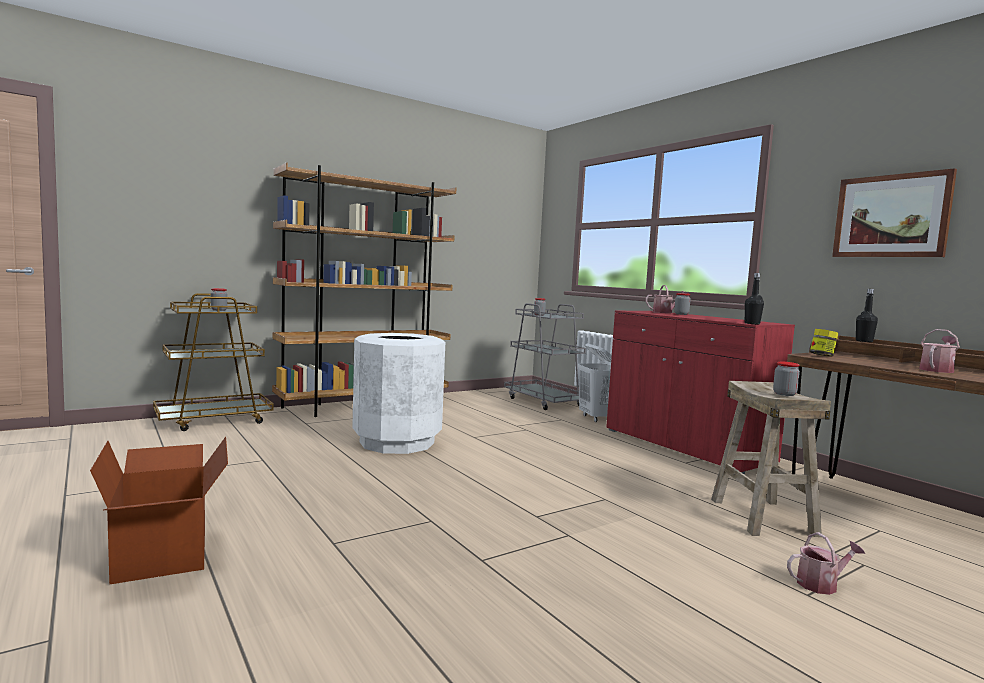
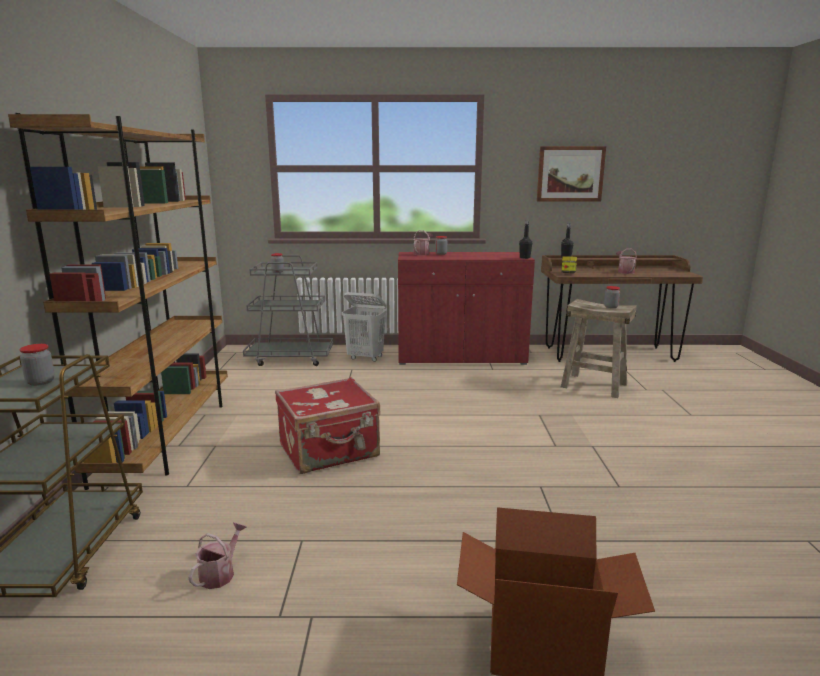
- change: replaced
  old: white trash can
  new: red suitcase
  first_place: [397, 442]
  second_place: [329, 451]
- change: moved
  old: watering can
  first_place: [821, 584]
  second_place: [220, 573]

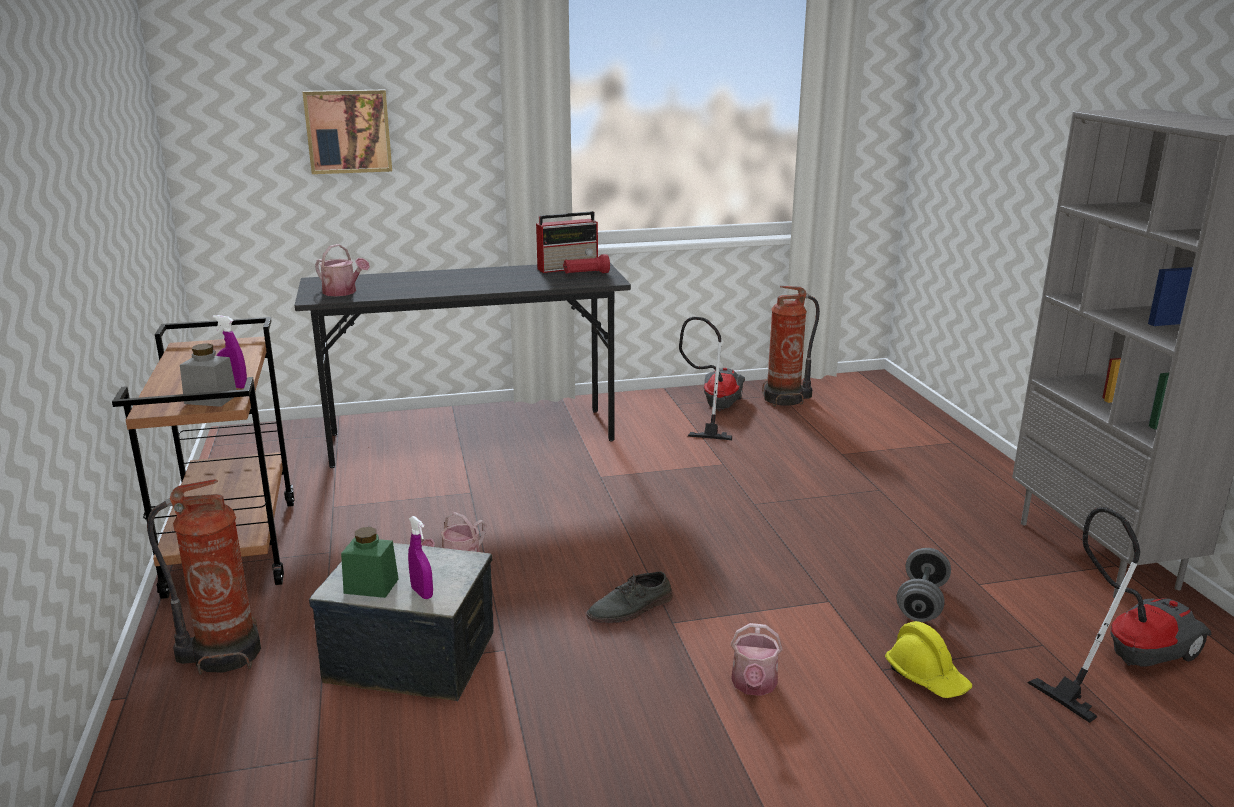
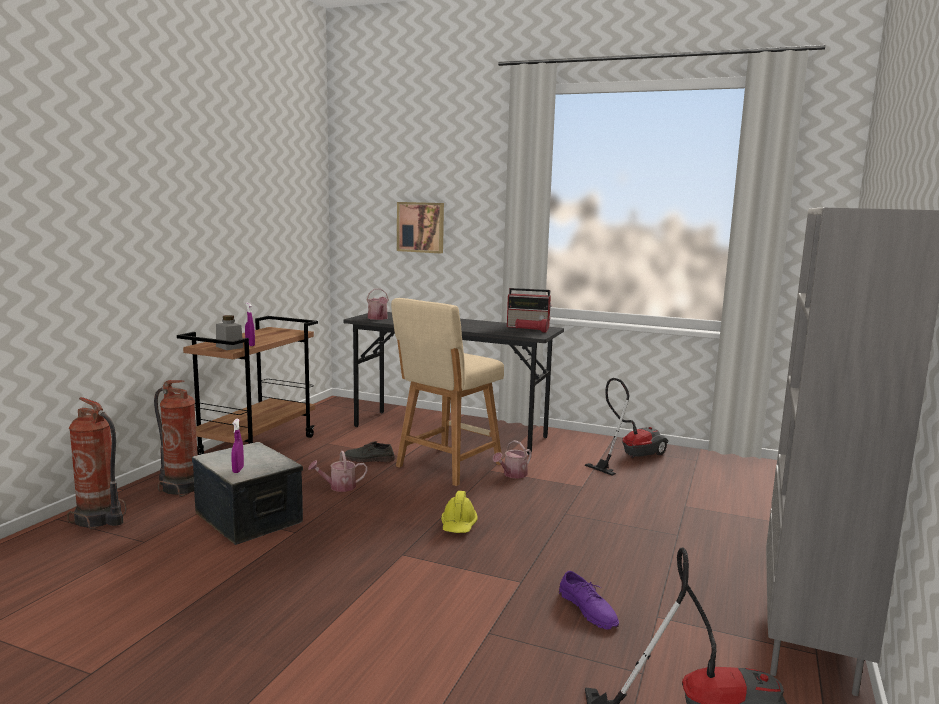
- change: removed
  old: green jar
  first_place: [371, 586]
- change: moved
  old: grey shoe
  first_place: [630, 609]
  second_place: [368, 459]
- change: moved
  old: watering can
  first_place: [754, 686]
  second_place: [512, 475]
- change: moved
  old: fire extinguisher
  first_place: [785, 399]
  second_place: [99, 520]
- change: moved
  old: yellow hard hat
  first_place: [927, 677]
  second_place: [458, 525]
- change: replaced
  old: grey dumbbell
  new: purple shoe
  first_place: [921, 602]
  second_place: [588, 609]
- change: added
  new: beige stool
  second_place: [446, 466]

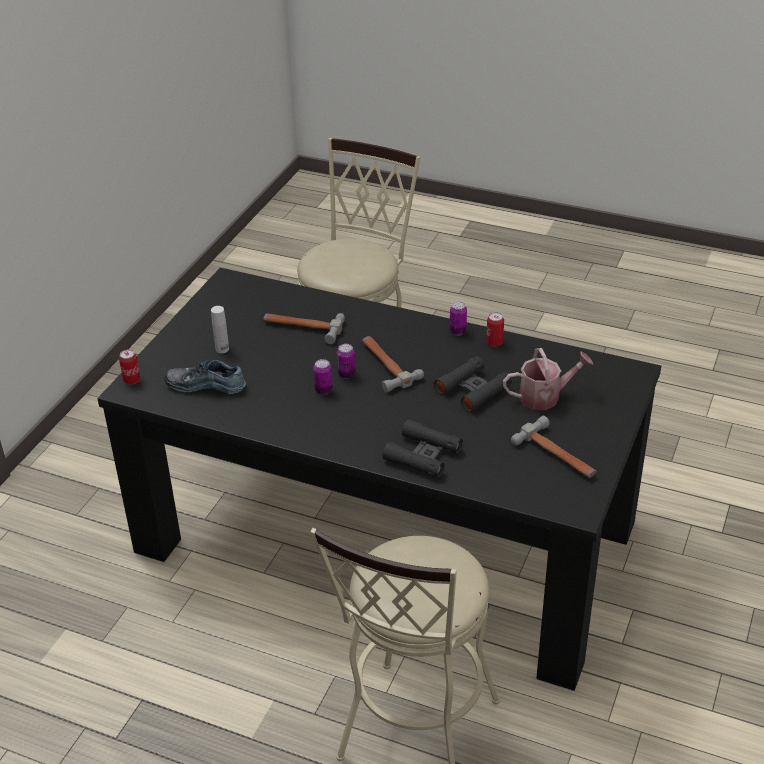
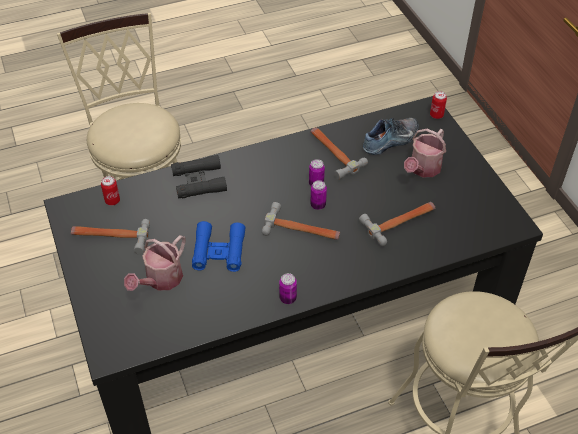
- change: replaced
  old: white bottle
  new: watering can
  first_place: [222, 349]
  second_place: [423, 169]
- change: recoloured
  old: black binoculars
  new: blue binoculars
  first_place: [472, 389]
  second_place: [219, 251]
- change: moved
  old: can
  first_place: [494, 342]
  second_place: [112, 201]
- change: added
  new: hammer
  second_place: [333, 153]

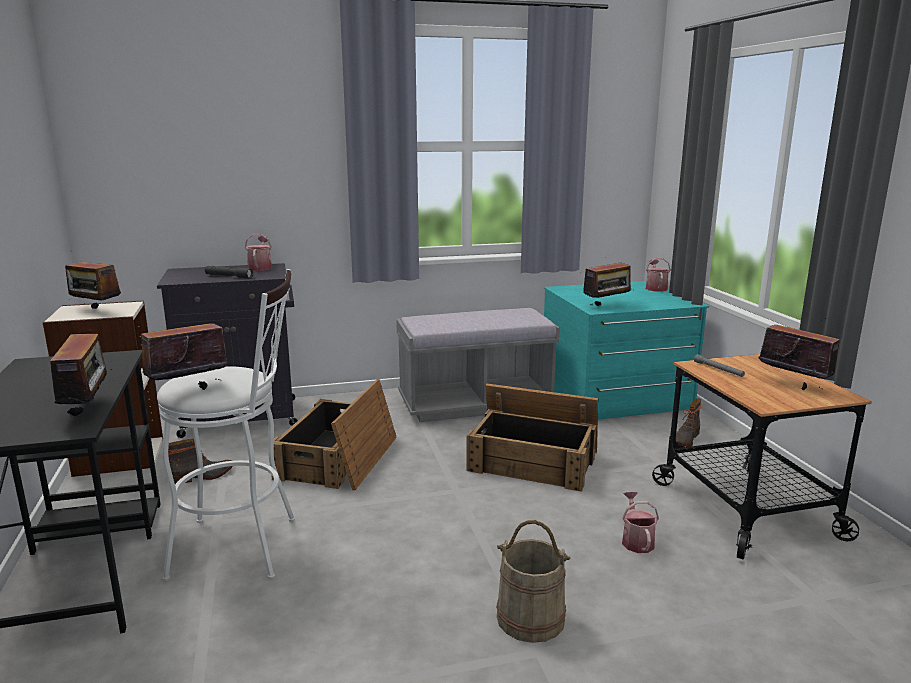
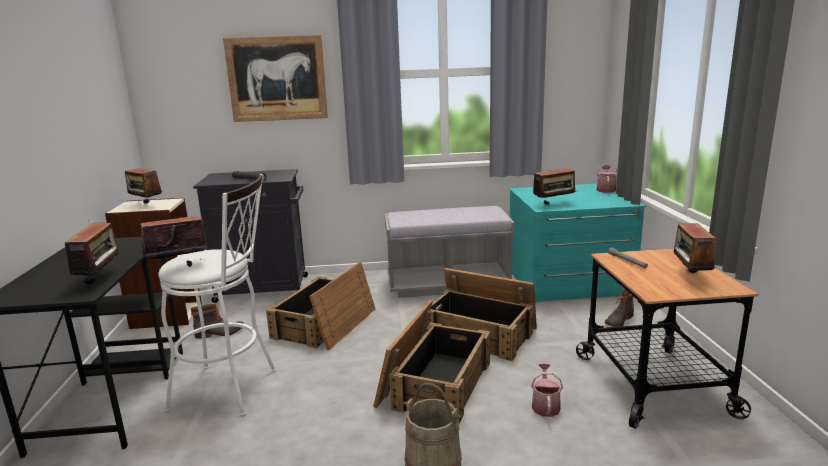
- change: removed
  old: watering can
  first_place: [260, 267]
- change: turned
  old: radio
  first_place: [793, 385]
  second_place: [689, 277]
  degrees: -135
- change: added
  new: picture
  second_place: [277, 79]
- change: added
  new: crate
  second_place: [434, 383]

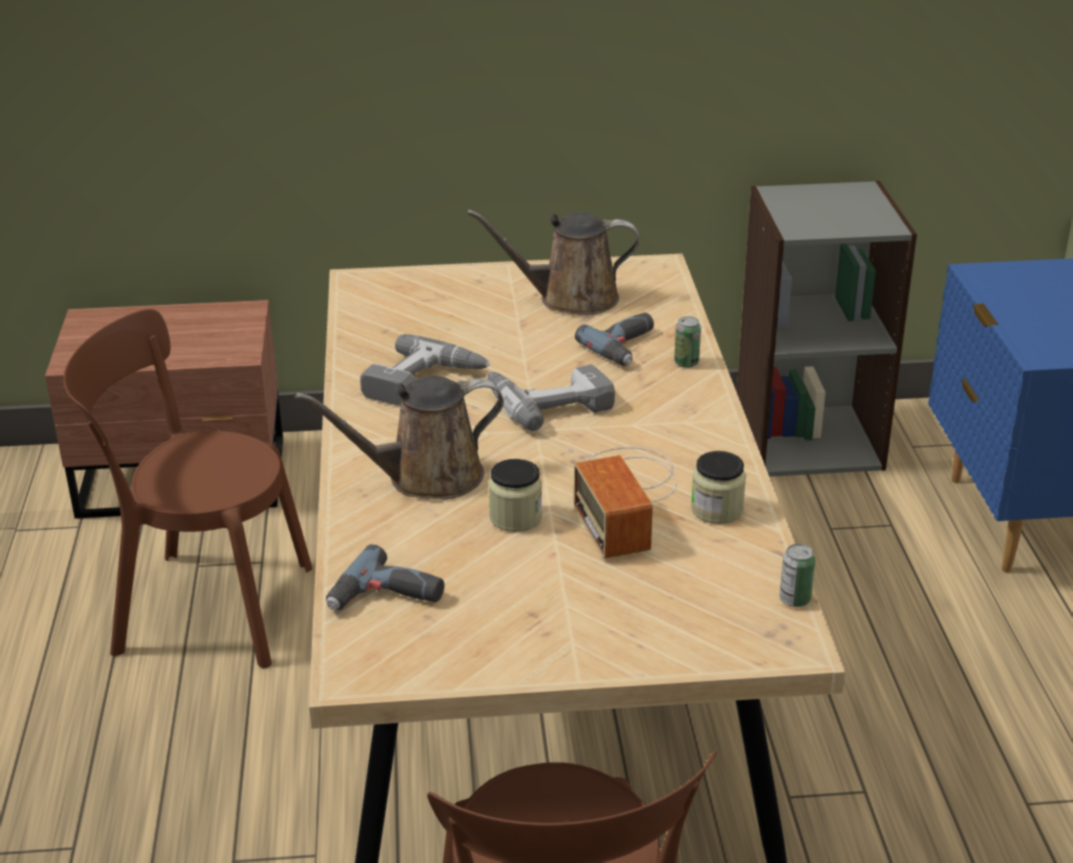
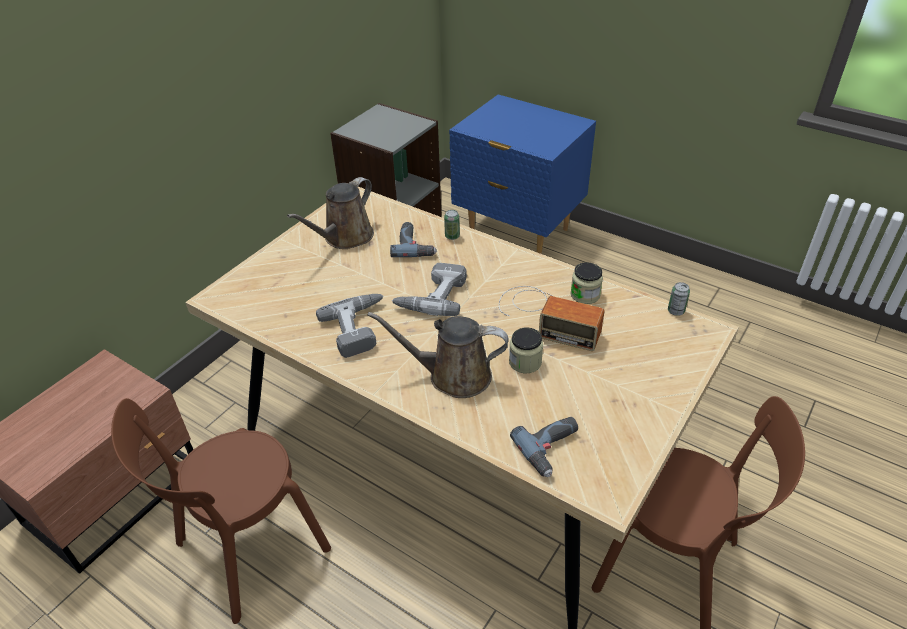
- change: turned
  old: brown watering can
  first_place: [425, 477]
  second_place: [453, 375]
  degrees: 75

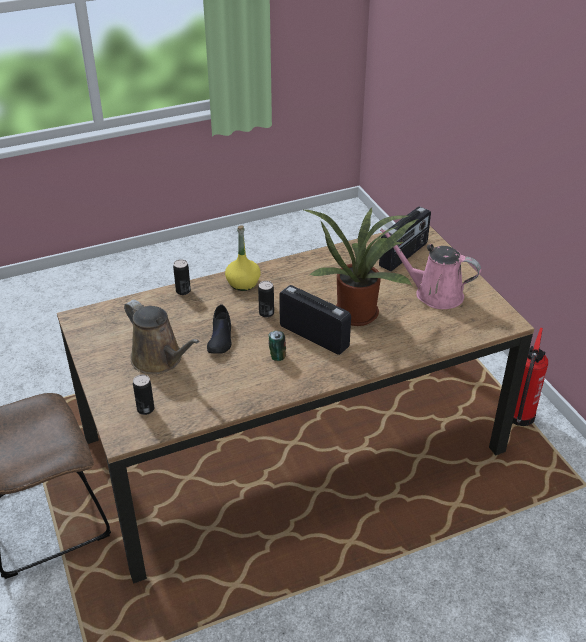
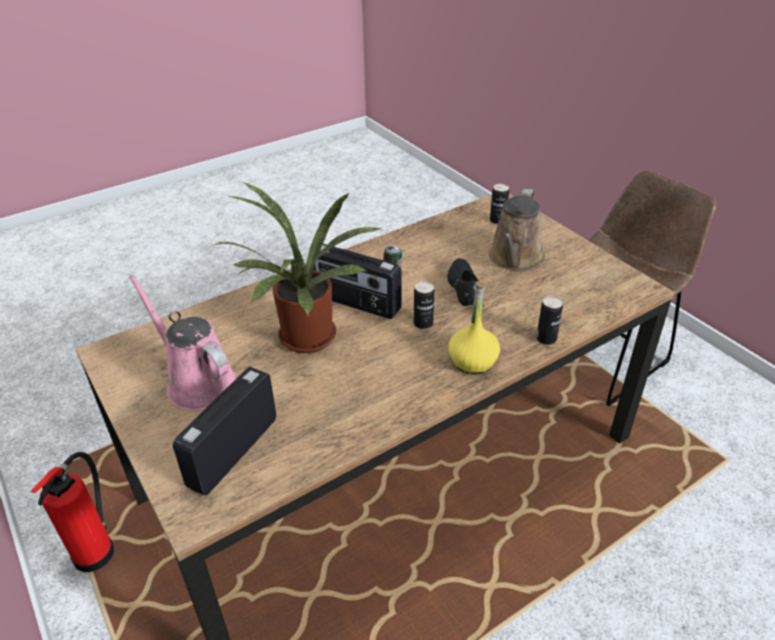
- change: turned
  old: brown watering can
  first_place: [160, 360]
  second_place: [515, 259]
  degrees: -105
- change: turned
  old: pink watering can
  first_place: [434, 293]
  second_place: [197, 382]
  degrees: -150

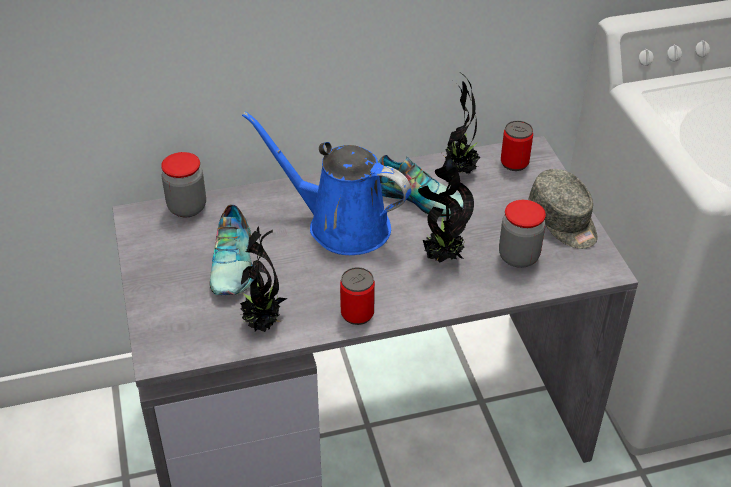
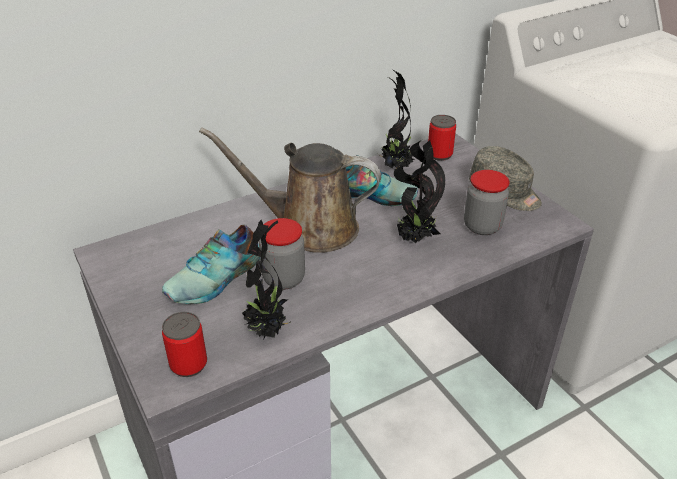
- change: moved
  old: jar
  first_place: [187, 207]
  second_place: [284, 279]
- change: turned
  old: shoe
  first_place: [234, 263]
  second_place: [217, 278]
  degrees: 60
- change: recoloured
  old: blue watering can
  new: brown watering can
  first_place: [341, 225]
  second_place: [309, 227]
- change: moved
  old: can
  first_place: [357, 314]
  second_place: [188, 364]

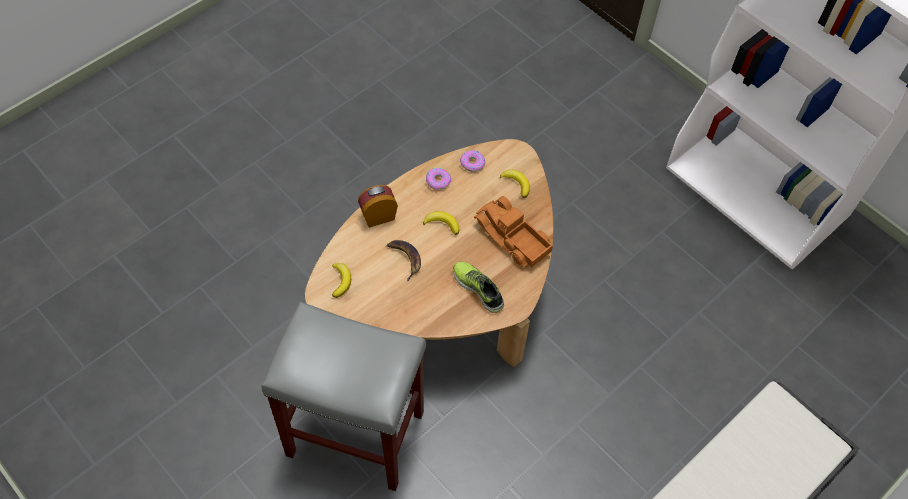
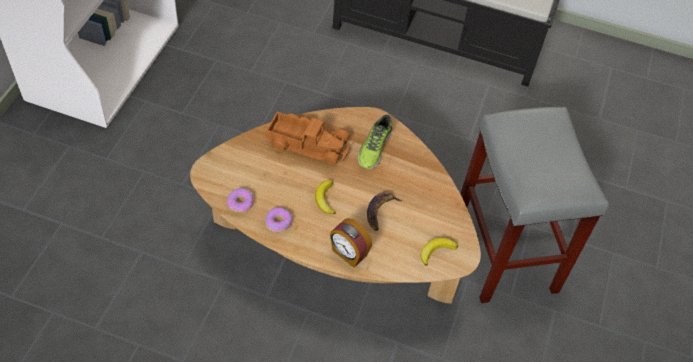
- change: turned
  old: toy truck
  first_place: [511, 237]
  second_place: [308, 143]
  degrees: -90
- change: removed
  old: banana
  first_place: [516, 183]

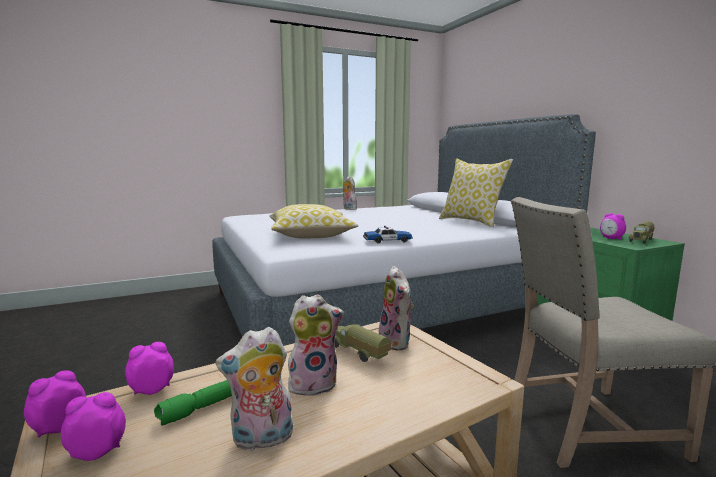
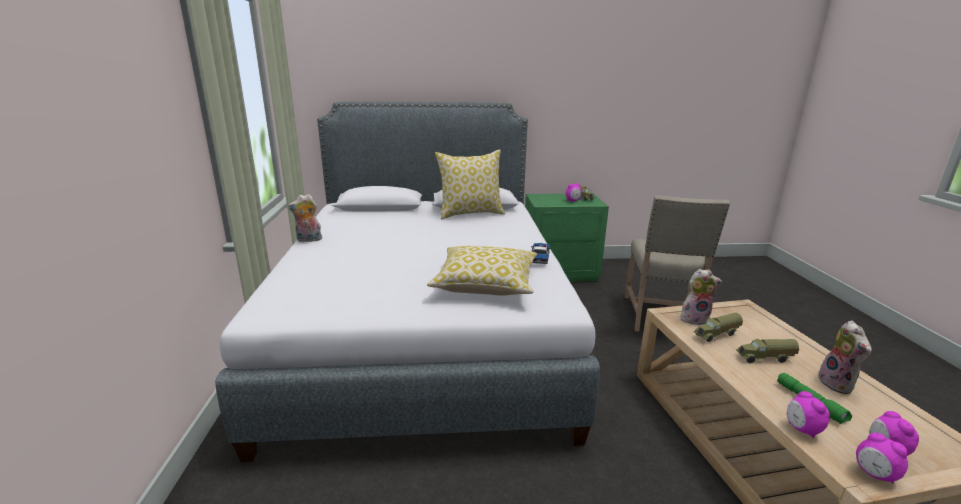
- change: replaced
  old: plush toy
  new: toy truck
  first_place: [314, 384]
  second_place: [765, 359]

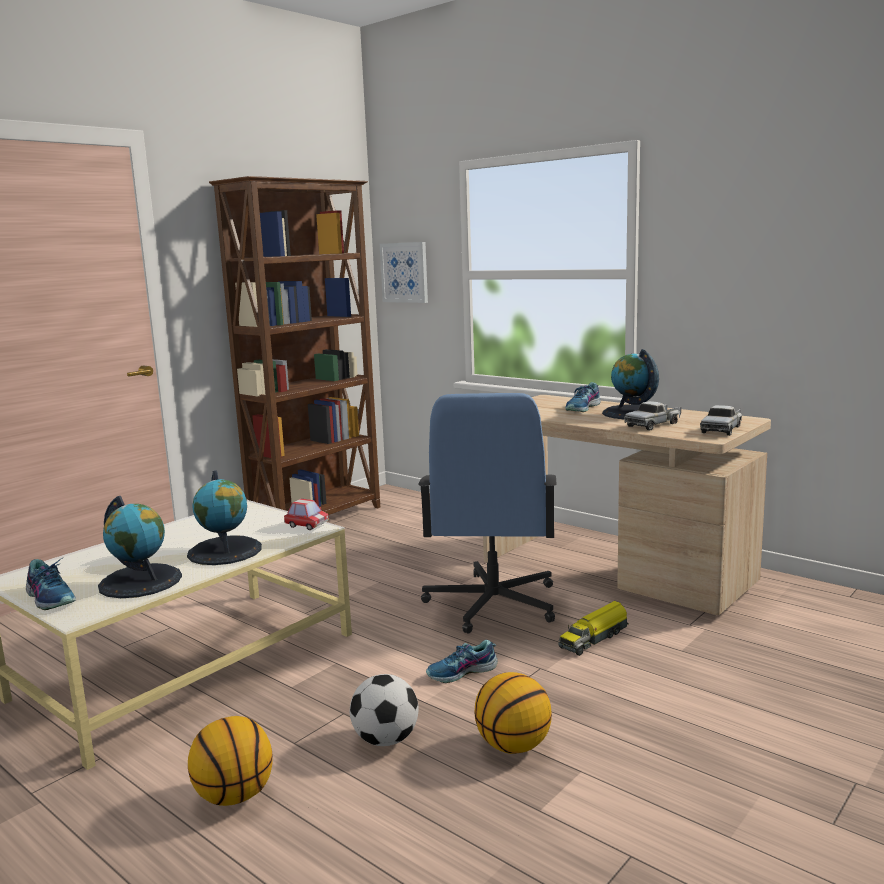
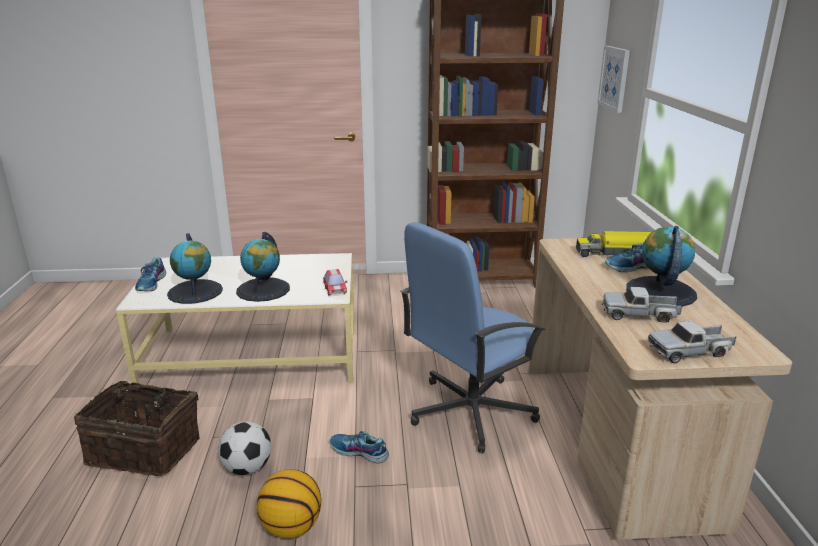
- change: replaced
  old: basketball
  new: basket
  first_place: [235, 795]
  second_place: [146, 449]
- change: moved
  old: toy truck
  first_place: [594, 638]
  second_place: [614, 254]

